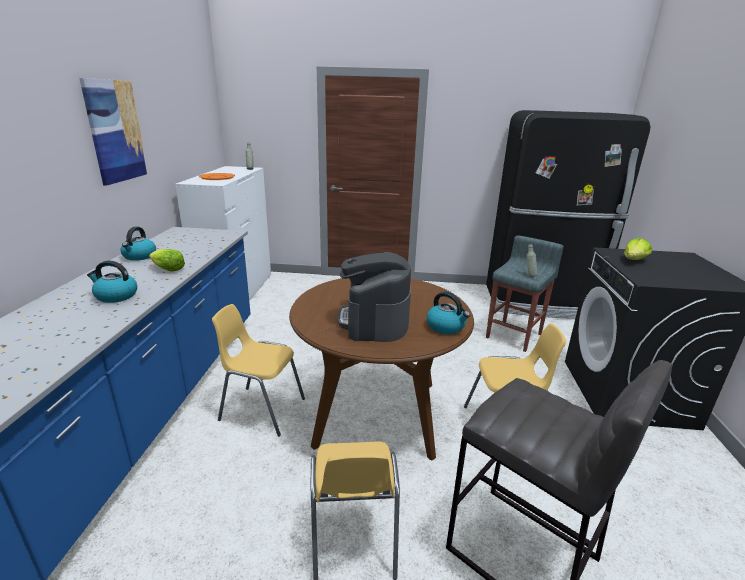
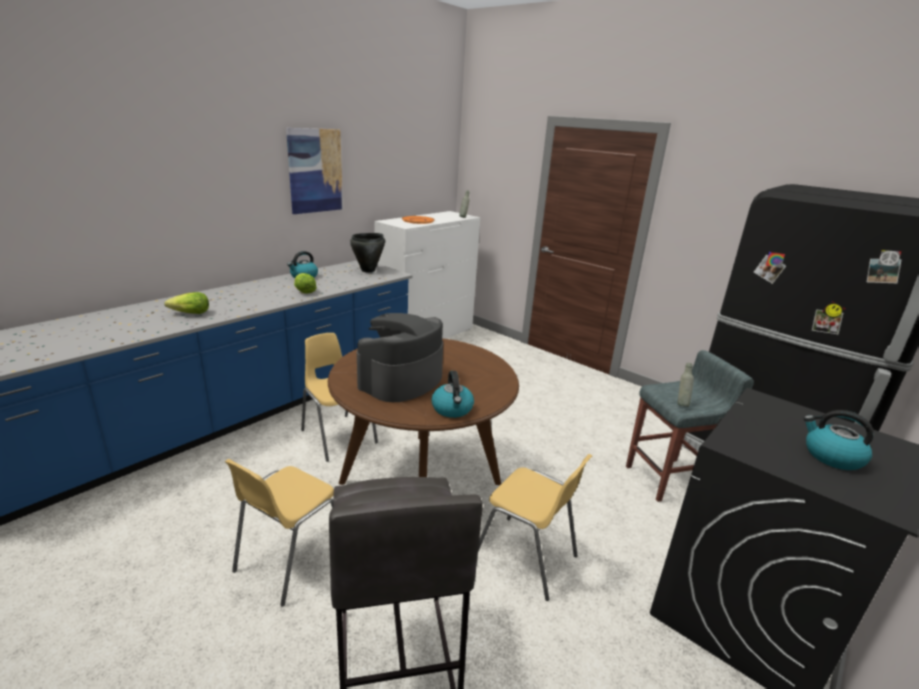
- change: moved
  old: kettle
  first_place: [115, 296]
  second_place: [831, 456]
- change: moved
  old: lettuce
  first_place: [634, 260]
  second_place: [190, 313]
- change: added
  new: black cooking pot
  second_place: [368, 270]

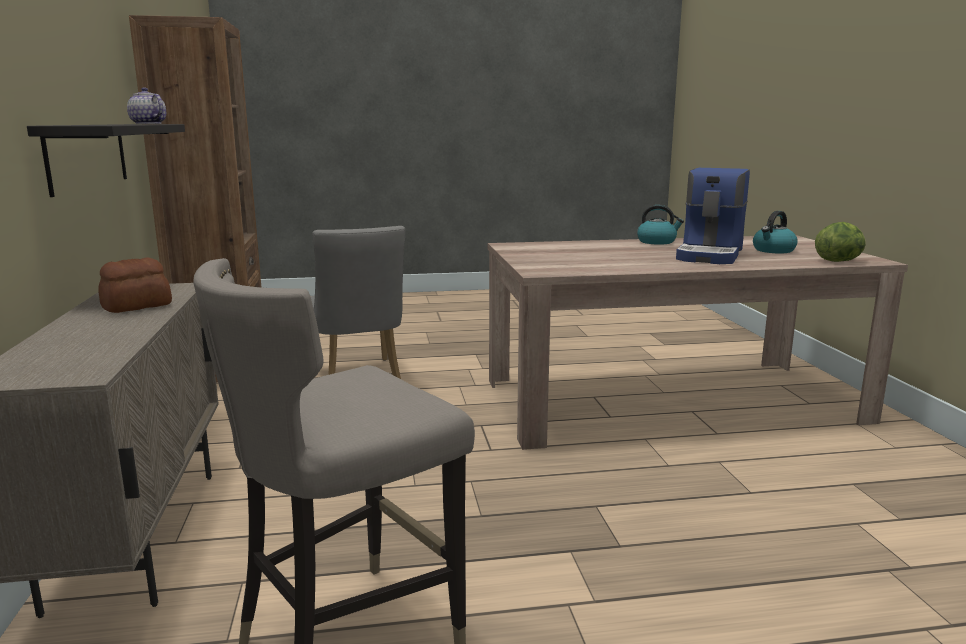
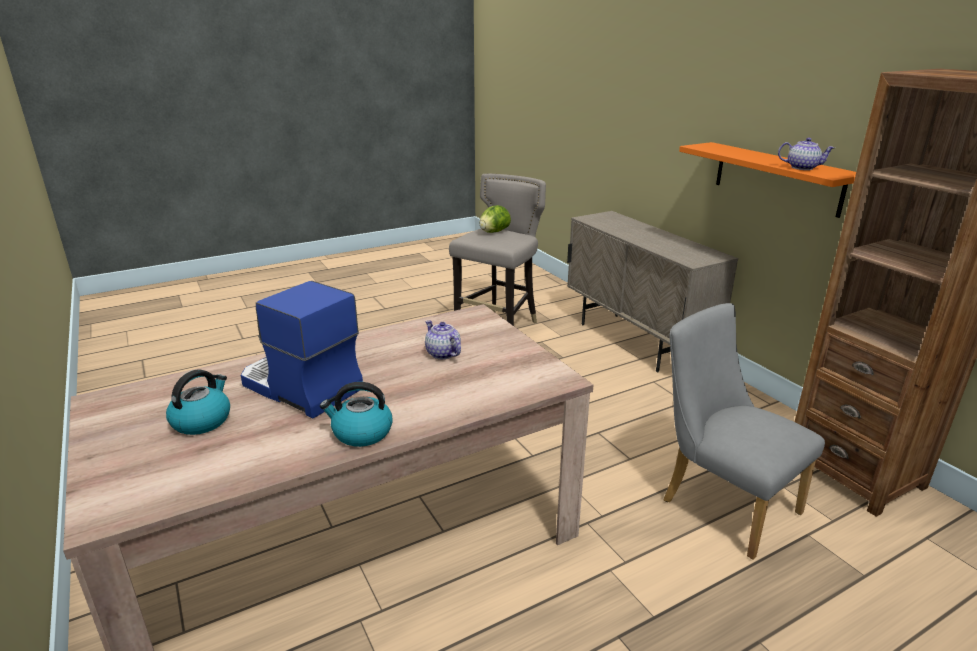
- change: recoloured
  old: black shelf
  new: orange shelf
  first_place: [88, 156]
  second_place: [777, 178]
- change: removed
  old: bread
  first_place: [136, 306]
- change: turned
  old: coffee machine
  first_place: [711, 255]
  second_place: [299, 387]
  degrees: -60
- change: moved
  old: lettuce
  first_place: [839, 261]
  second_place: [494, 232]
- change: added
  new: teapot
  second_place: [442, 353]

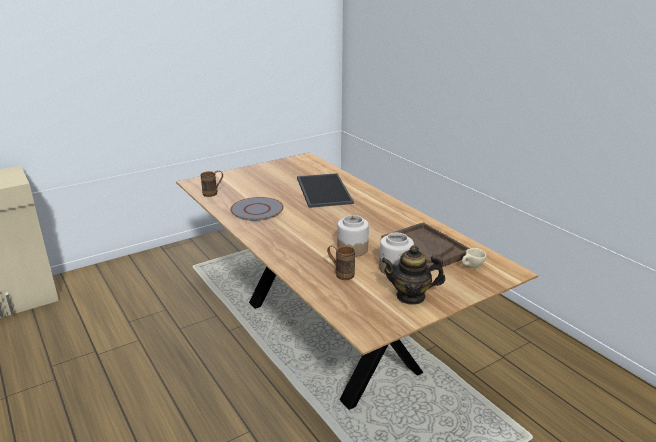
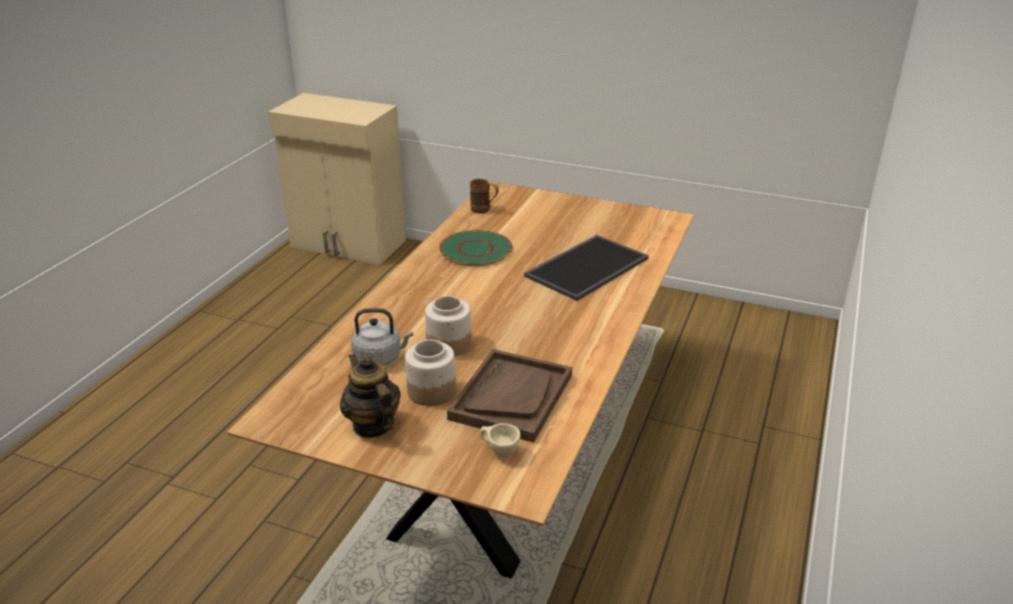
- change: recoloured
  old: grey plate
  new: green plate
  first_place: [257, 210]
  second_place: [475, 250]
- change: replaced
  old: brown mug
  new: grey kettle
  first_place: [340, 274]
  second_place: [380, 358]

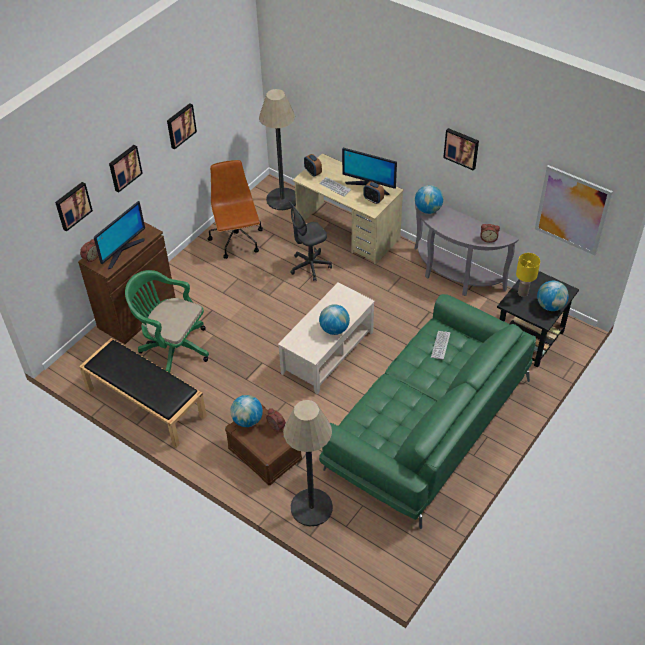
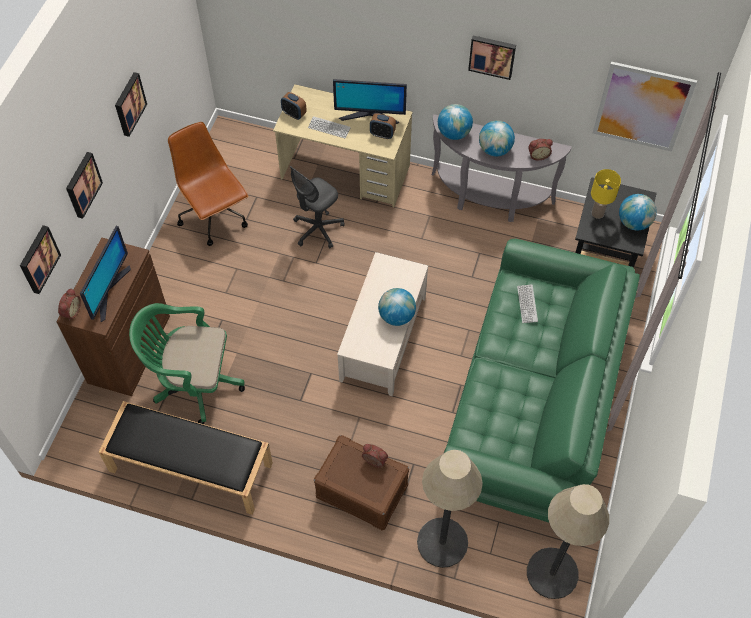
- change: moved
  old: globe
  first_place: [247, 420]
  second_place: [495, 150]
- change: moved
  old: floor lamp
  first_place: [282, 199]
  second_place: [552, 573]

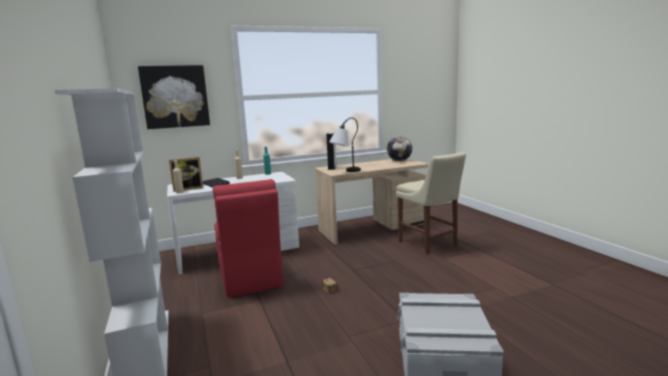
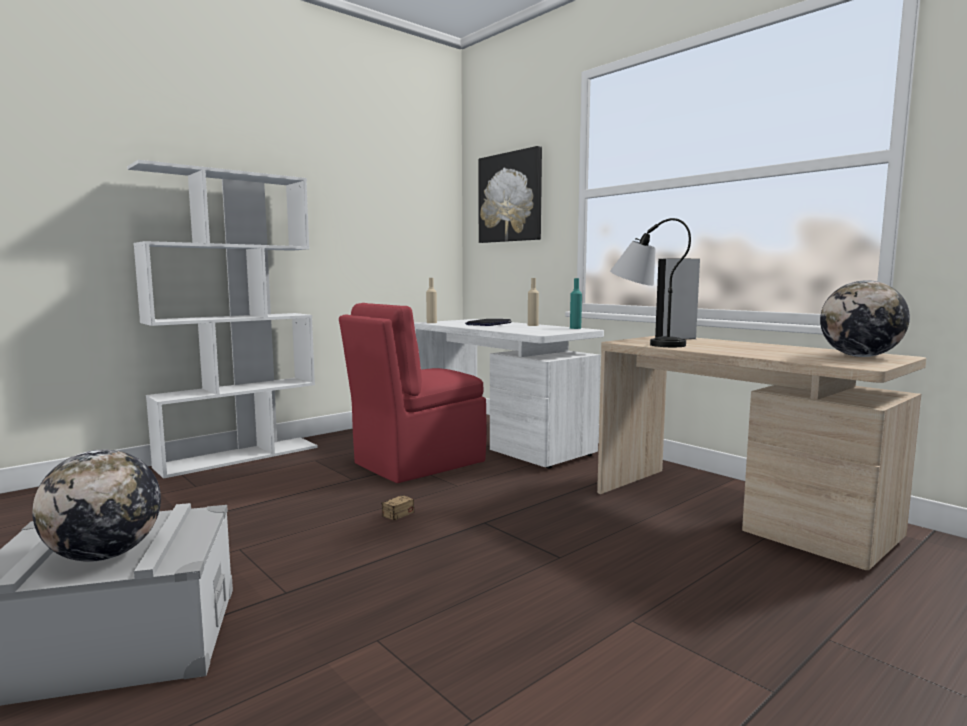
- change: removed
  old: picture frame
  first_place: [188, 189]
- change: removed
  old: beige chair
  first_place: [429, 244]
- change: added
  new: globe
  second_place: [104, 555]

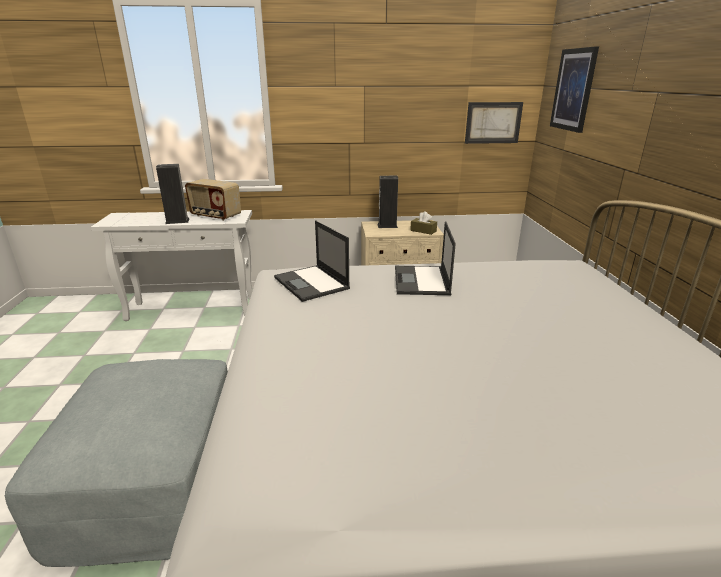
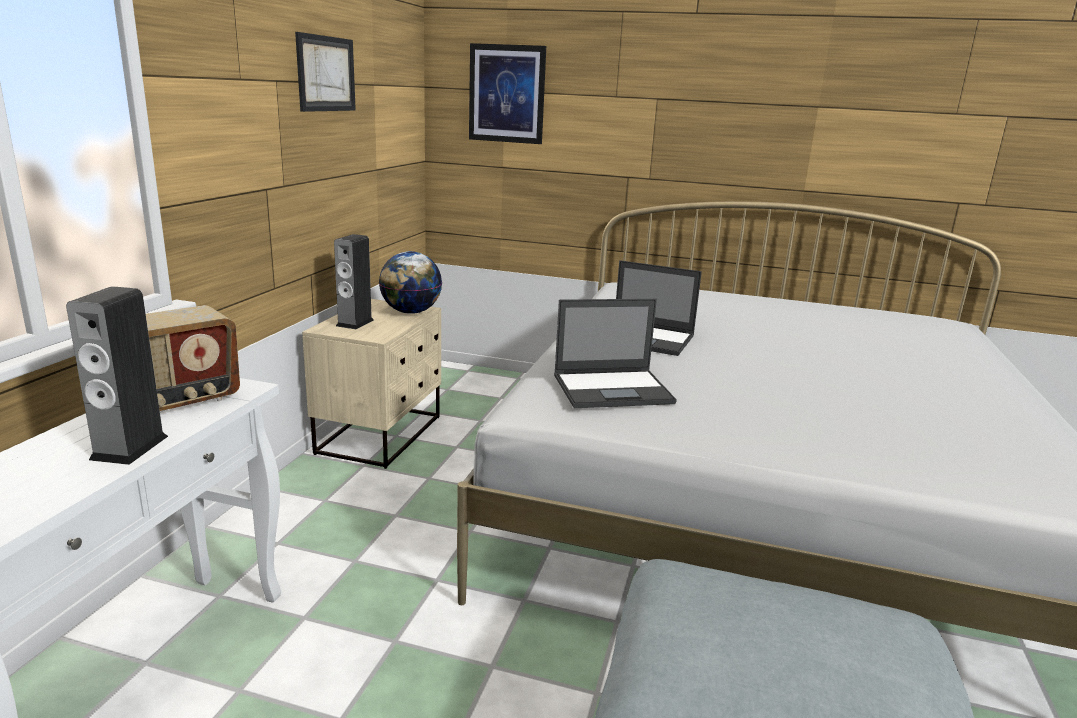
- change: replaced
  old: brown tissue box
  new: globe
  first_place: [423, 231]
  second_place: [410, 312]
- change: moved
  old: picture
  first_place: [493, 123]
  second_place: [326, 74]

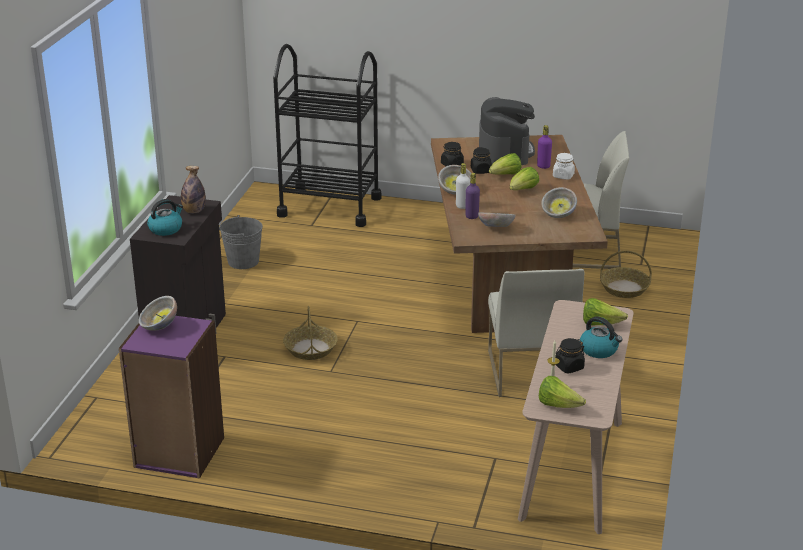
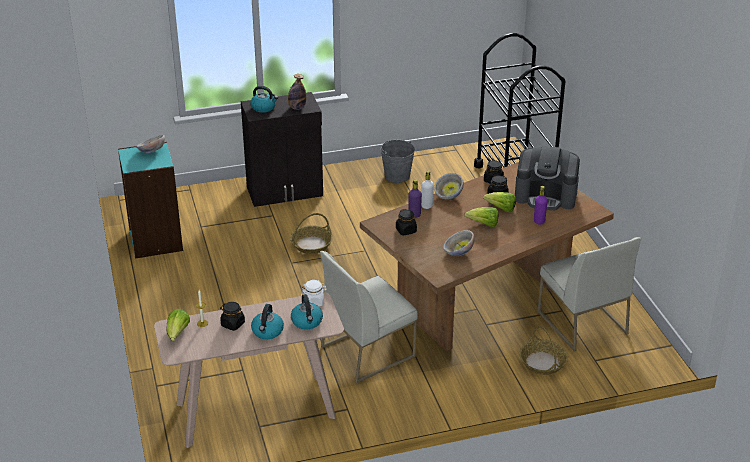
- change: recoloured
  old: purple bookcase
  new: turquoise bookcase
  first_place: [179, 453]
  second_place: [155, 241]
- change: replaced
  old: bowl
  new: black jar
  first_place: [495, 228]
  second_place: [406, 230]
- change: turned
  old: coffee machine
  first_place: [505, 151]
  second_place: [546, 196]
  degrees: 45
- change: moved
  old: white jar
  first_place: [563, 176]
  second_place: [314, 302]
- change: replaced
  old: lettuce
  new: kettle
  first_place: [600, 324]
  second_place: [307, 322]

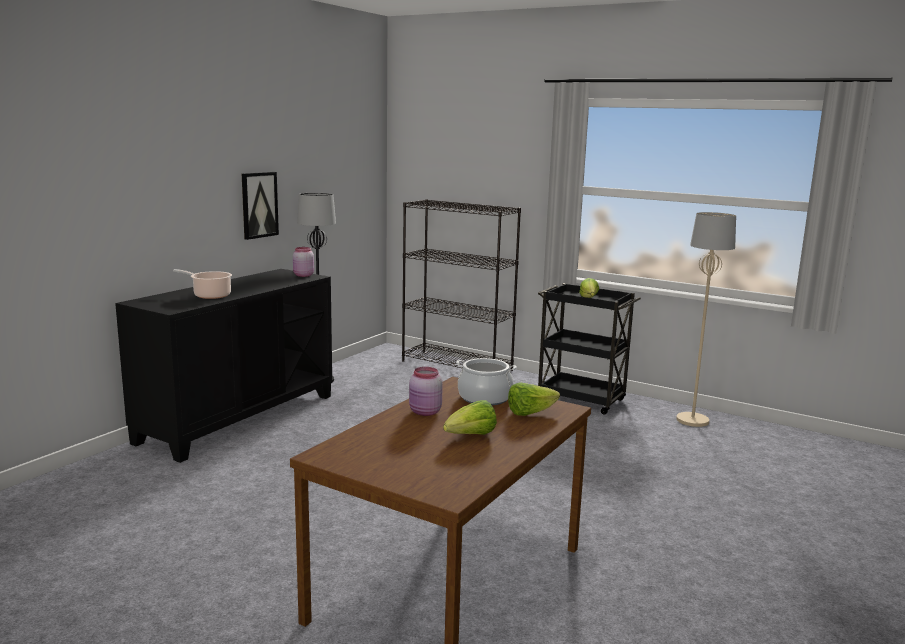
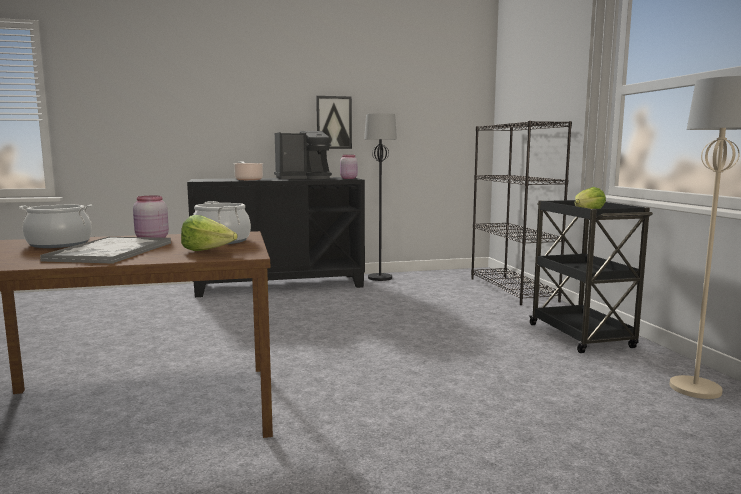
- change: replaced
  old: lettuce
  new: tray
  first_place: [471, 436]
  second_place: [110, 252]
- change: added
  new: cooking pot
  second_place: [59, 244]
- change: added
  new: coffee machine
  second_place: [304, 178]

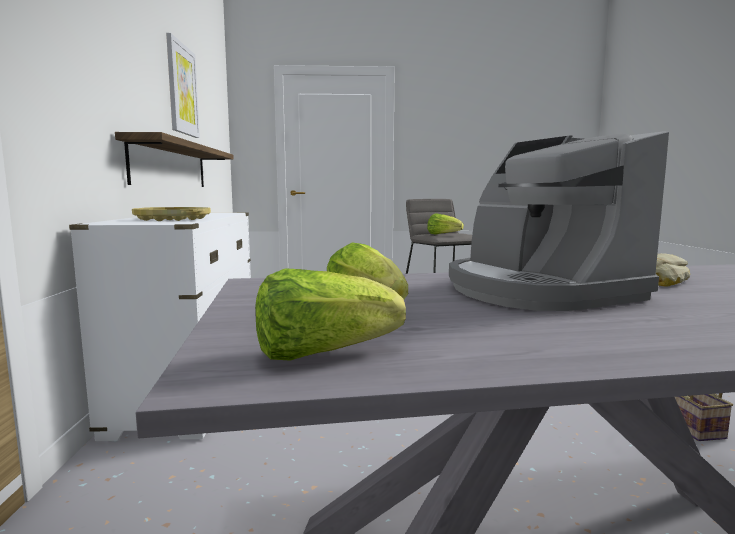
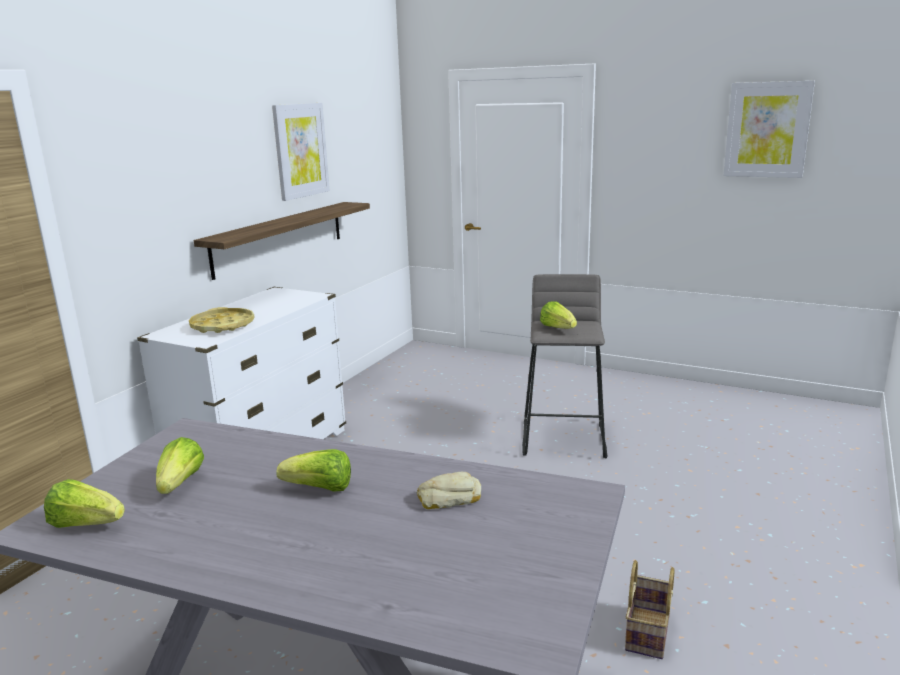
- change: replaced
  old: coffee machine
  new: lettuce
  first_place: [537, 290]
  second_place: [320, 489]
- change: added
  new: picture
  second_place: [767, 130]

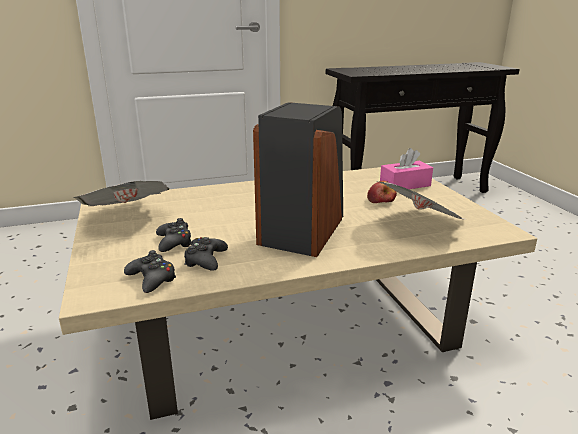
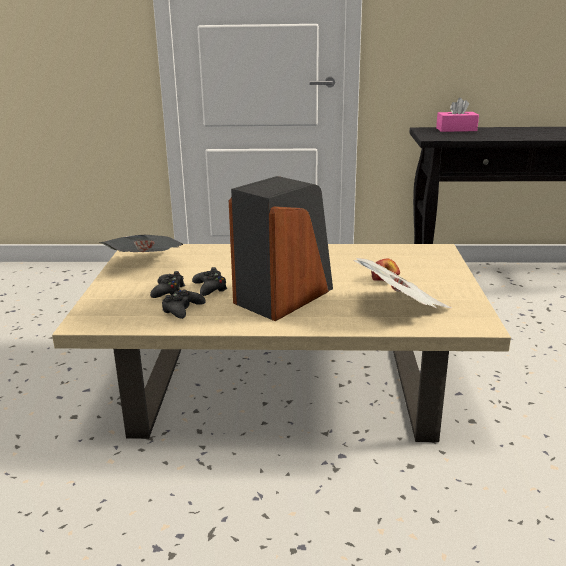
- change: moved
  old: black game controller
  first_place: [152, 279]
  second_place: [210, 288]
- change: moved
  old: pink tissue box
  first_place: [405, 185]
  second_place: [456, 129]

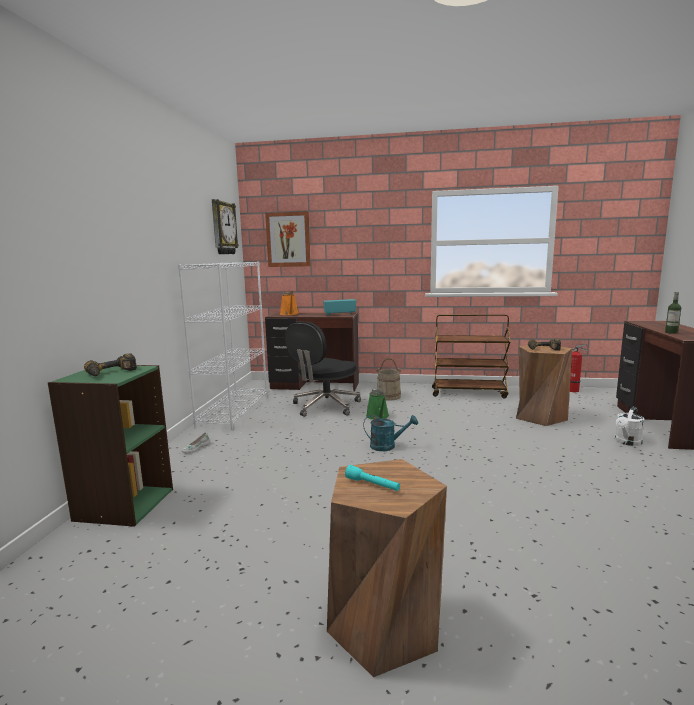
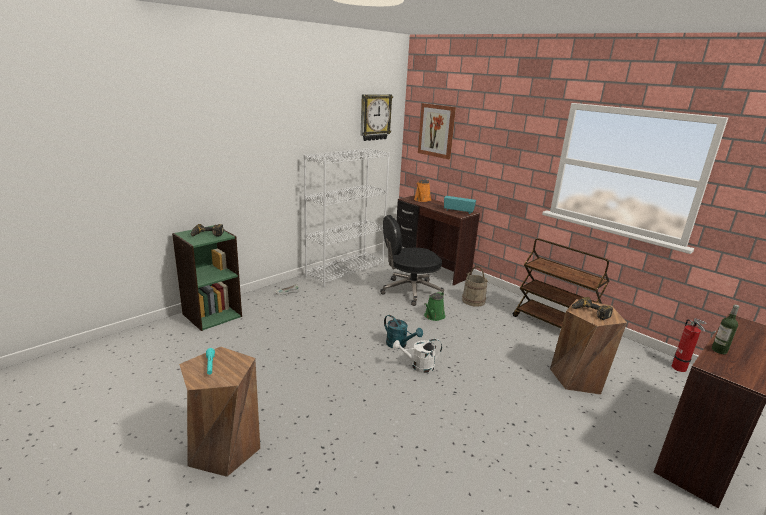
- change: moved
  old: white watering can
  first_place: [627, 442]
  second_place: [418, 366]

